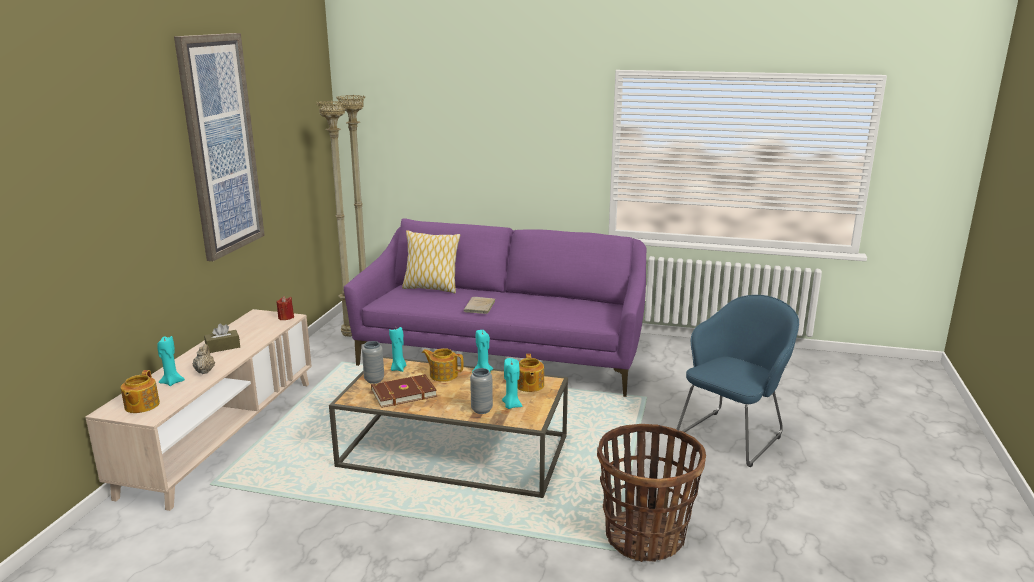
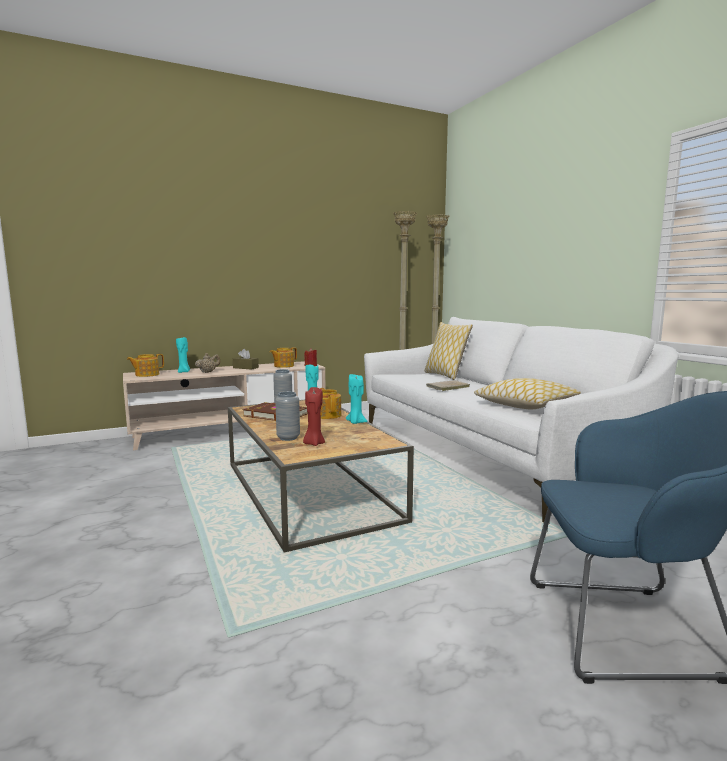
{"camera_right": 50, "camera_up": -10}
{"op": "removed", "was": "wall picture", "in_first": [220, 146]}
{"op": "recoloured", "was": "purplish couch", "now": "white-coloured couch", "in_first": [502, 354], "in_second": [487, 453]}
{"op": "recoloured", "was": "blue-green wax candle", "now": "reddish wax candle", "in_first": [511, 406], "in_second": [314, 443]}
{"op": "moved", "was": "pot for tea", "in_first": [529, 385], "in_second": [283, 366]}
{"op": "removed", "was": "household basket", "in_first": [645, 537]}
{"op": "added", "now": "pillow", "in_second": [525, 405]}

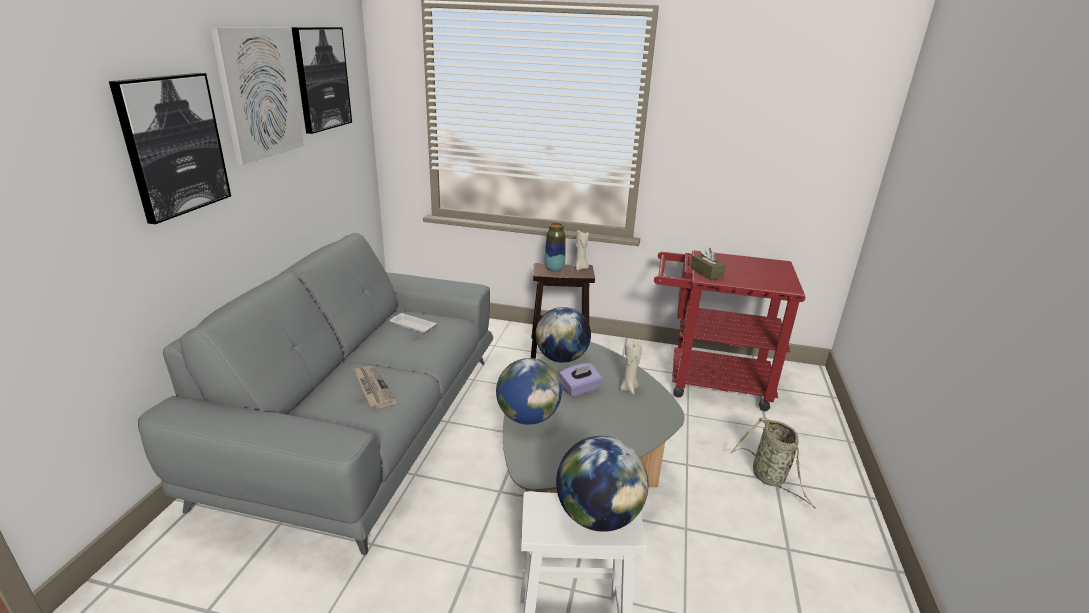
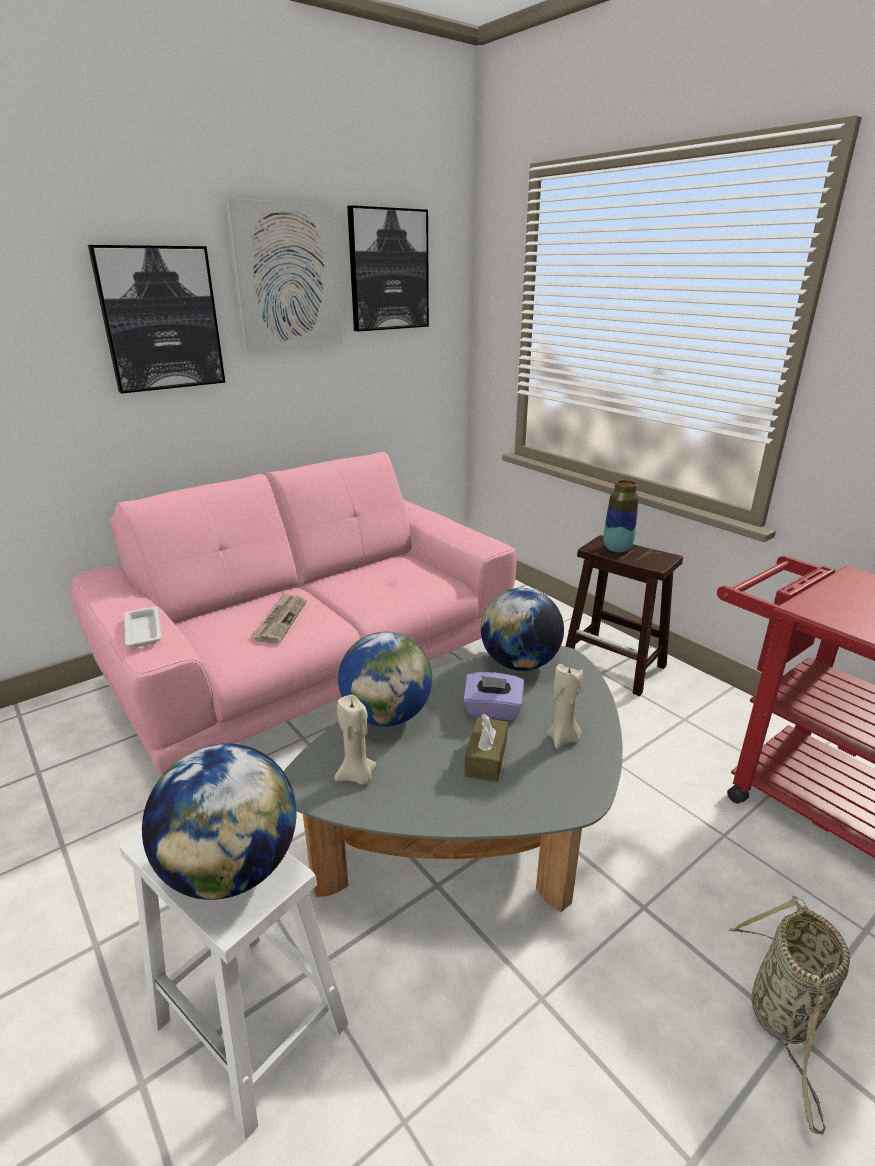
{"camera_right": 40, "camera_up": 0}
{"op": "recoloured", "was": "grey couch", "now": "pink-coloured couch", "in_first": [363, 423], "in_second": [315, 666]}
{"op": "moved", "was": "white-coloured tray", "in_first": [412, 325], "in_second": [143, 630]}
{"op": "moved", "was": "beige wax candle", "in_first": [580, 268], "in_second": [357, 776]}
{"op": "moved", "was": "brown-coloured tissue holder", "in_first": [706, 272], "in_second": [486, 758]}

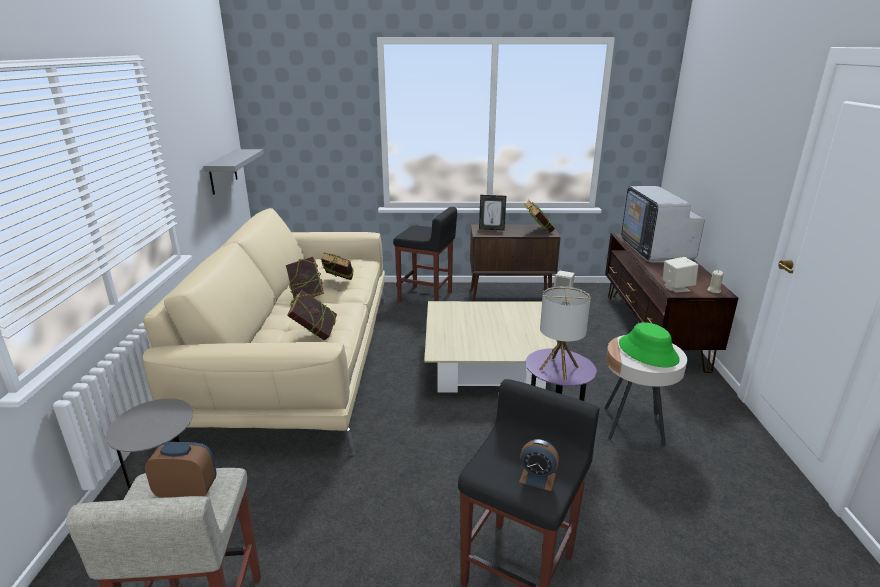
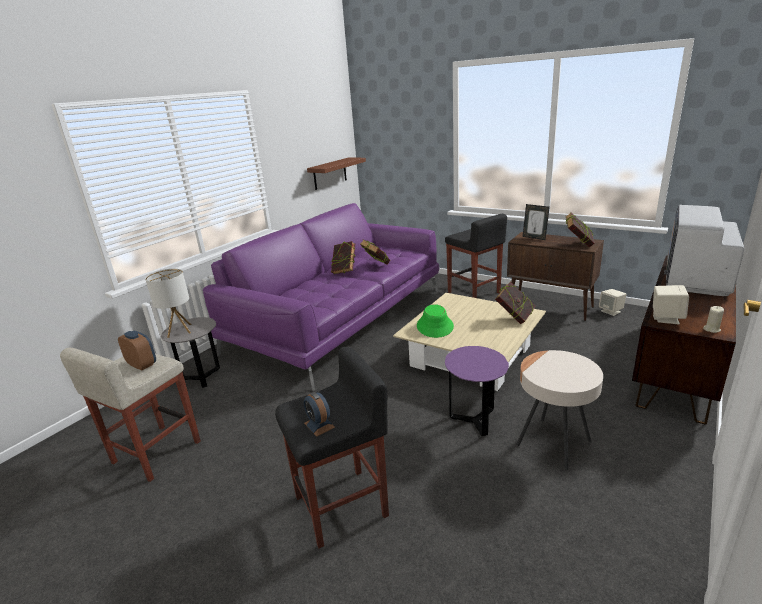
{"camera_right": 35, "camera_up": 0}
{"op": "recoloured", "was": "beige couch", "now": "purplish couch", "in_first": [300, 359], "in_second": [340, 319]}
{"op": "recoloured", "was": "grey wall shelf", "now": "brown-coloured wall shelf", "in_first": [223, 171], "in_second": [330, 173]}
{"op": "moved", "was": "bound book", "in_first": [315, 334], "in_second": [514, 318]}
{"op": "moved", "was": "tabletop lamp", "in_first": [559, 368], "in_second": [179, 330]}
{"op": "moved", "was": "greenish hat", "in_first": [648, 351], "in_second": [435, 326]}

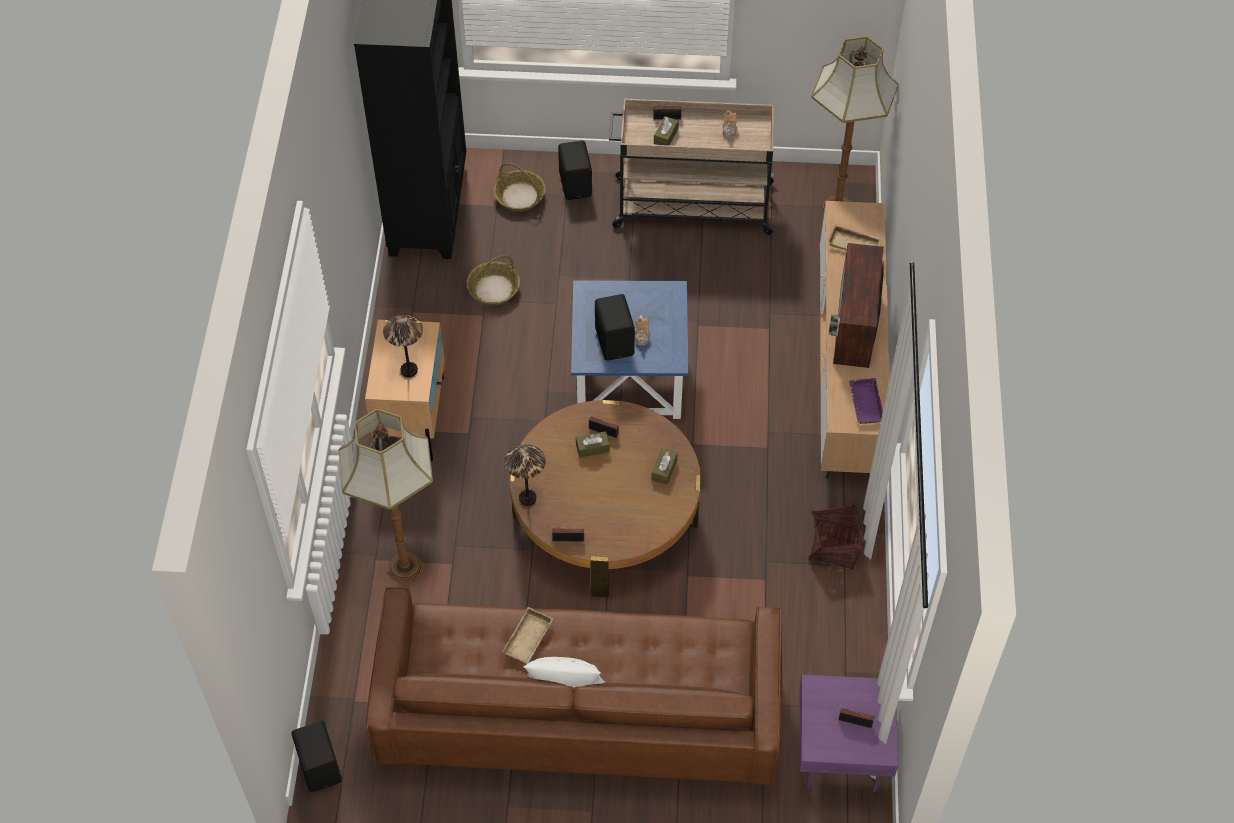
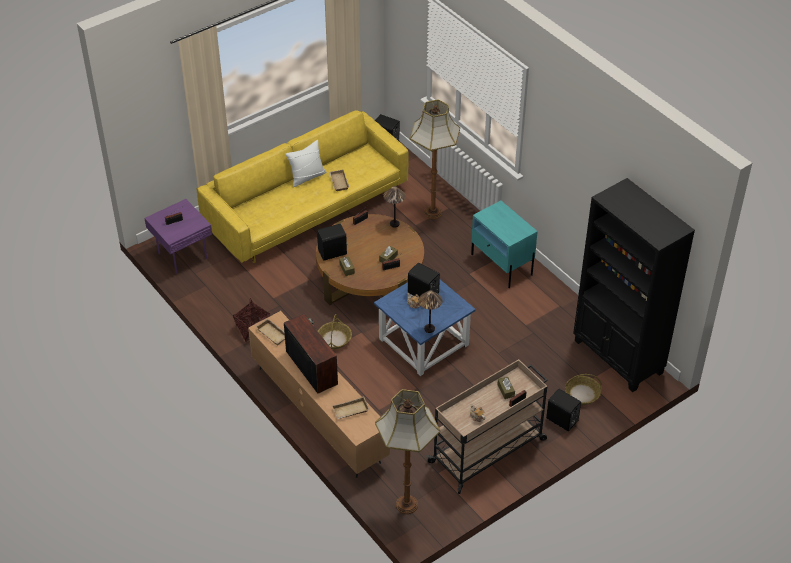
{"camera_right": 140, "camera_up": -10}
{"op": "recoloured", "was": "beige bedside table", "now": "blue-green bedside table", "in_first": [412, 416], "in_second": [501, 265]}
{"op": "recoloured", "was": "brown-coloured couch", "now": "yellow-coloured couch", "in_first": [579, 712], "in_second": [306, 209]}
{"op": "moved", "was": "tabletop lamp", "in_first": [409, 371], "in_second": [429, 329]}
{"op": "moved", "was": "household basket", "in_first": [494, 289], "in_second": [334, 339]}
{"op": "recoloured", "was": "purplish tray", "now": "beige tray", "in_first": [864, 403], "in_second": [273, 333]}
{"op": "added", "now": "blackish audio speaker", "in_second": [333, 253]}

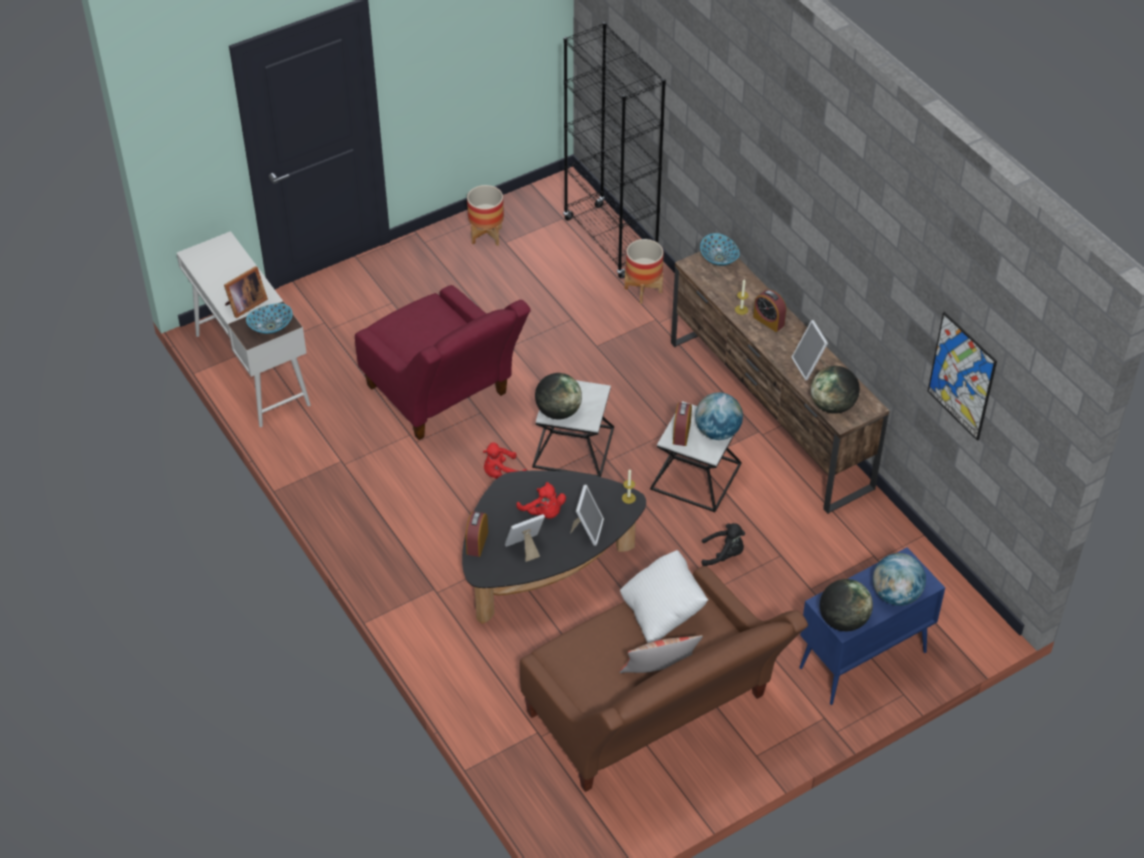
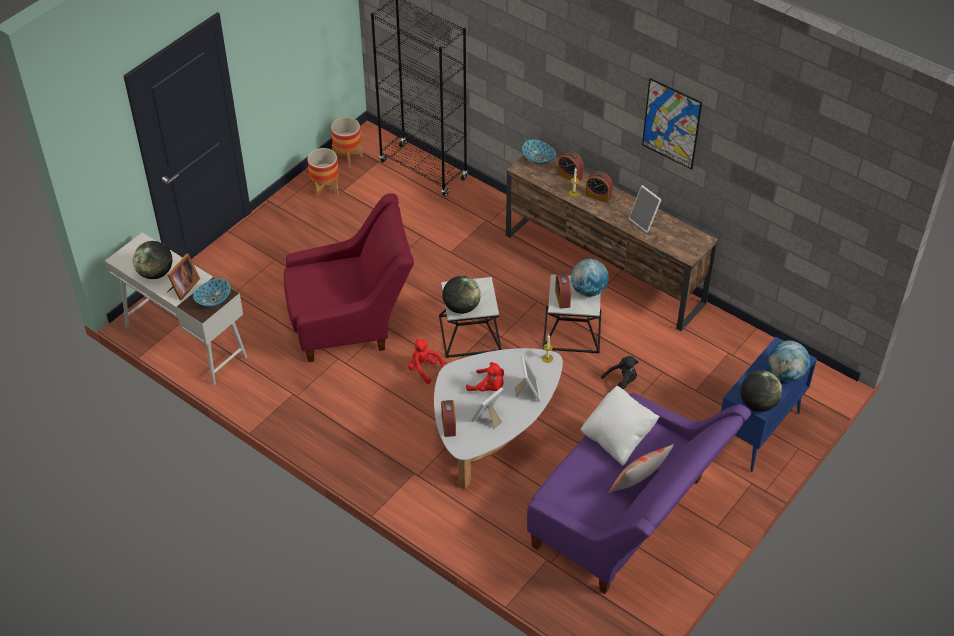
{"camera_right": -20, "camera_up": 0}
{"op": "turned", "was": "reddish lounge chair", "in_first": [443, 397], "in_second": [351, 322], "clockwise": -45}
{"op": "recoloured", "was": "blackish coffee table", "now": "white-coloured coffee table", "in_first": [546, 568], "in_second": [493, 431]}
{"op": "turned", "was": "reddish plush toy", "in_first": [501, 474], "in_second": [424, 369], "clockwise": 90}
{"op": "recoloured", "was": "brown-coloured couch", "now": "purplish couch", "in_first": [654, 715], "in_second": [628, 519]}
{"op": "moved", "was": "flower pot", "in_first": [643, 290], "in_second": [348, 157]}
{"op": "moved", "was": "globe", "in_first": [832, 406], "in_second": [155, 273]}
{"op": "moved", "was": "wall picture", "in_first": [961, 376], "in_second": [671, 123]}
{"op": "added", "now": "table clock", "in_second": [570, 176]}

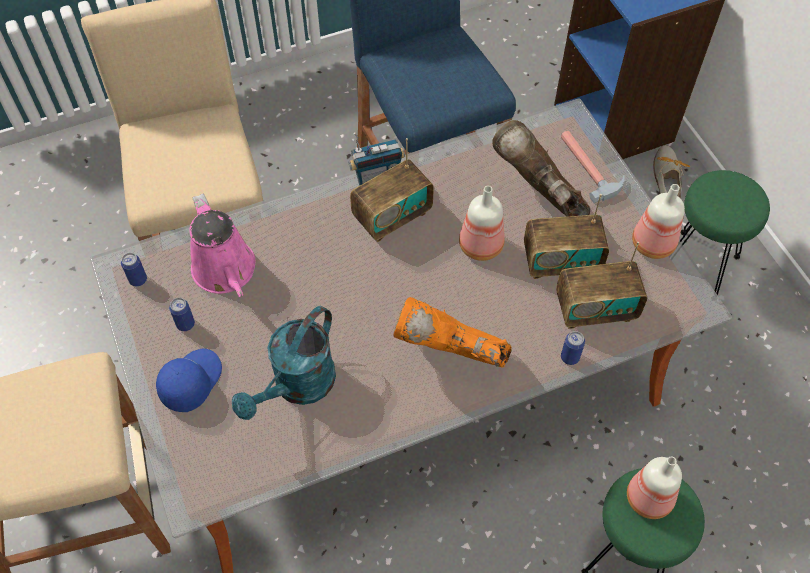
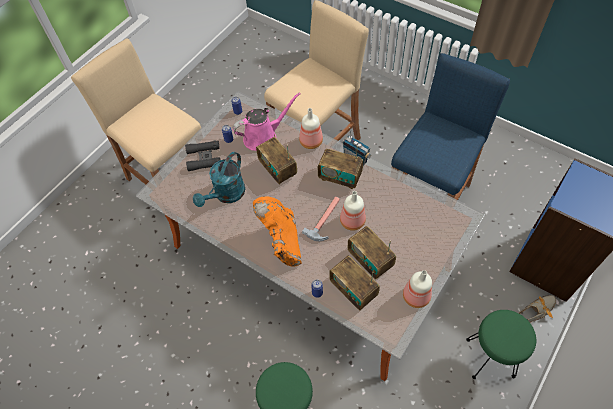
{"camera_right": 60, "camera_up": 0}
{"op": "replaced", "was": "bluish peaked cap", "now": "blackish field glasses", "in_first": [190, 381], "in_second": [204, 158]}
{"op": "turned", "was": "pink-coloured sprinkling can", "in_first": [226, 272], "in_second": [263, 137], "clockwise": -150}
{"op": "turned", "was": "blue-green sprinkling can", "in_first": [297, 387], "in_second": [226, 195], "clockwise": -60}
{"op": "removed", "was": "brown-coloured tall boot", "in_first": [538, 196]}
{"op": "moved", "was": "tool hammer", "in_first": [589, 166], "in_second": [326, 220]}
{"op": "moved", "was": "beverage bottle", "in_first": [650, 499], "in_second": [311, 142]}
{"op": "added", "now": "radio set", "in_second": [278, 169]}

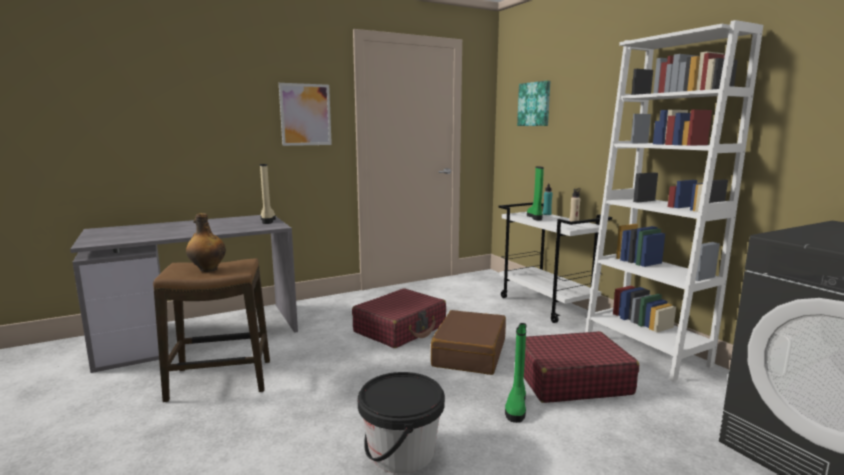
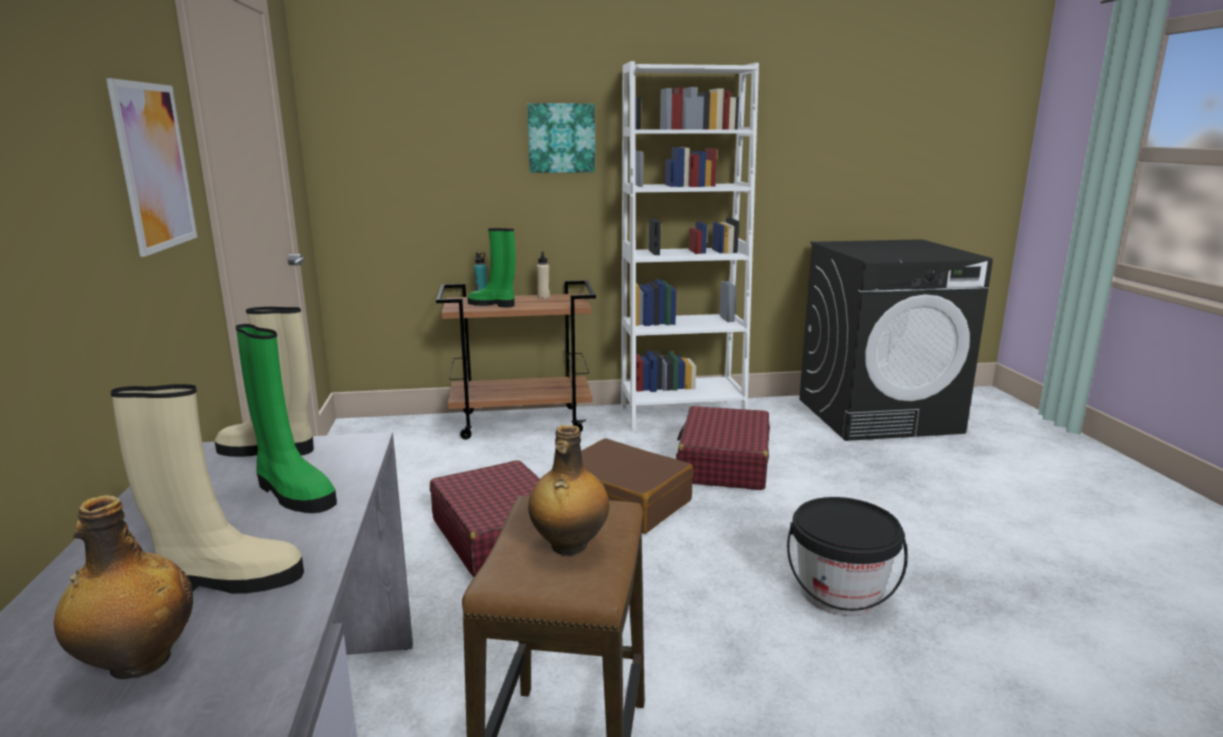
{"camera_right": -70, "camera_up": 5}
{"op": "recoloured", "was": "white-coloured cart", "now": "brown-coloured cart", "in_first": [546, 305], "in_second": [522, 422]}
{"op": "moved", "was": "greenish tall boot", "in_first": [516, 406], "in_second": [293, 493]}
{"op": "moved", "was": "wall picture", "in_first": [534, 104], "in_second": [561, 138]}
{"op": "added", "now": "beverage bottle", "in_second": [138, 663]}
{"op": "added", "now": "beige tall boot", "in_second": [227, 580]}

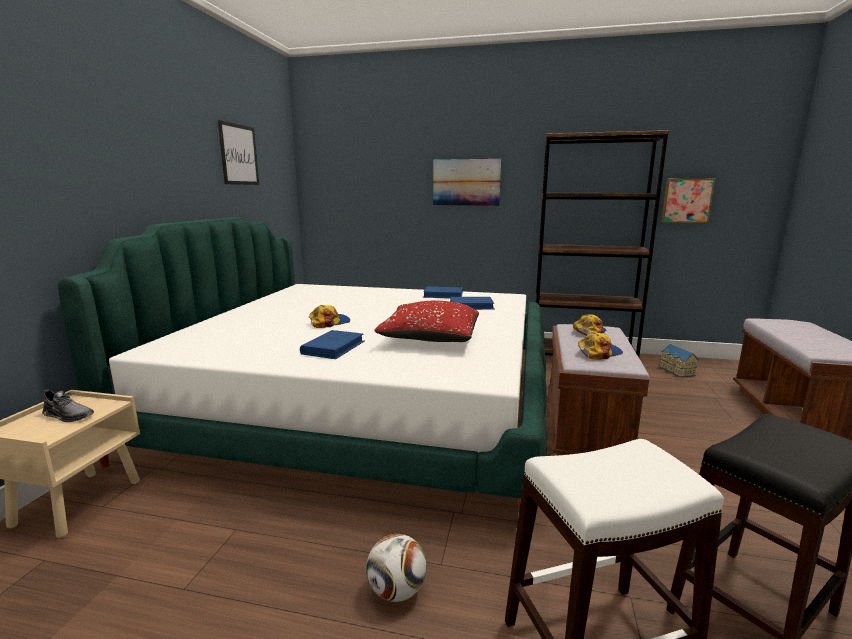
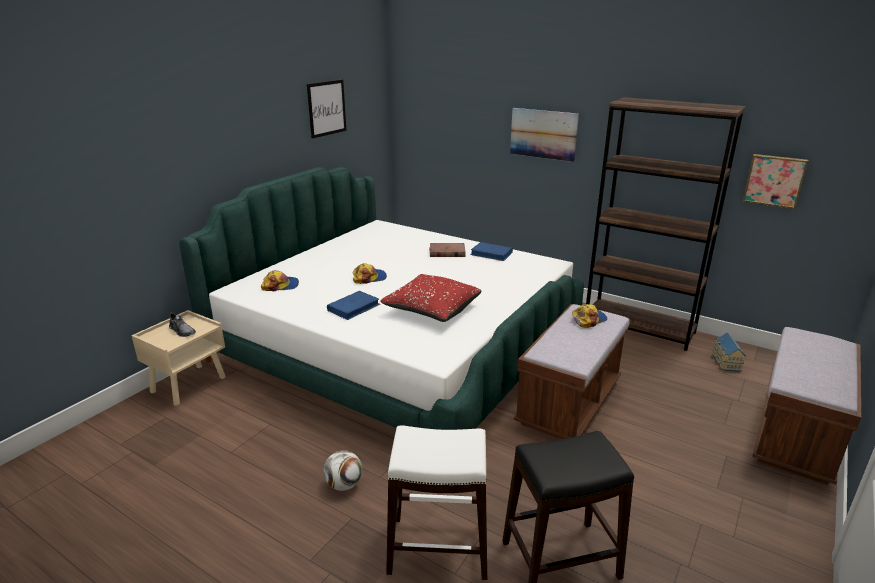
{"camera_right": 20, "camera_up": 10}
{"op": "removed", "was": "bluish bound book", "in_first": [471, 306]}
{"op": "moved", "was": "peaked cap", "in_first": [599, 352], "in_second": [280, 285]}
{"op": "added", "now": "brown-coloured bound book", "in_second": [446, 252]}

